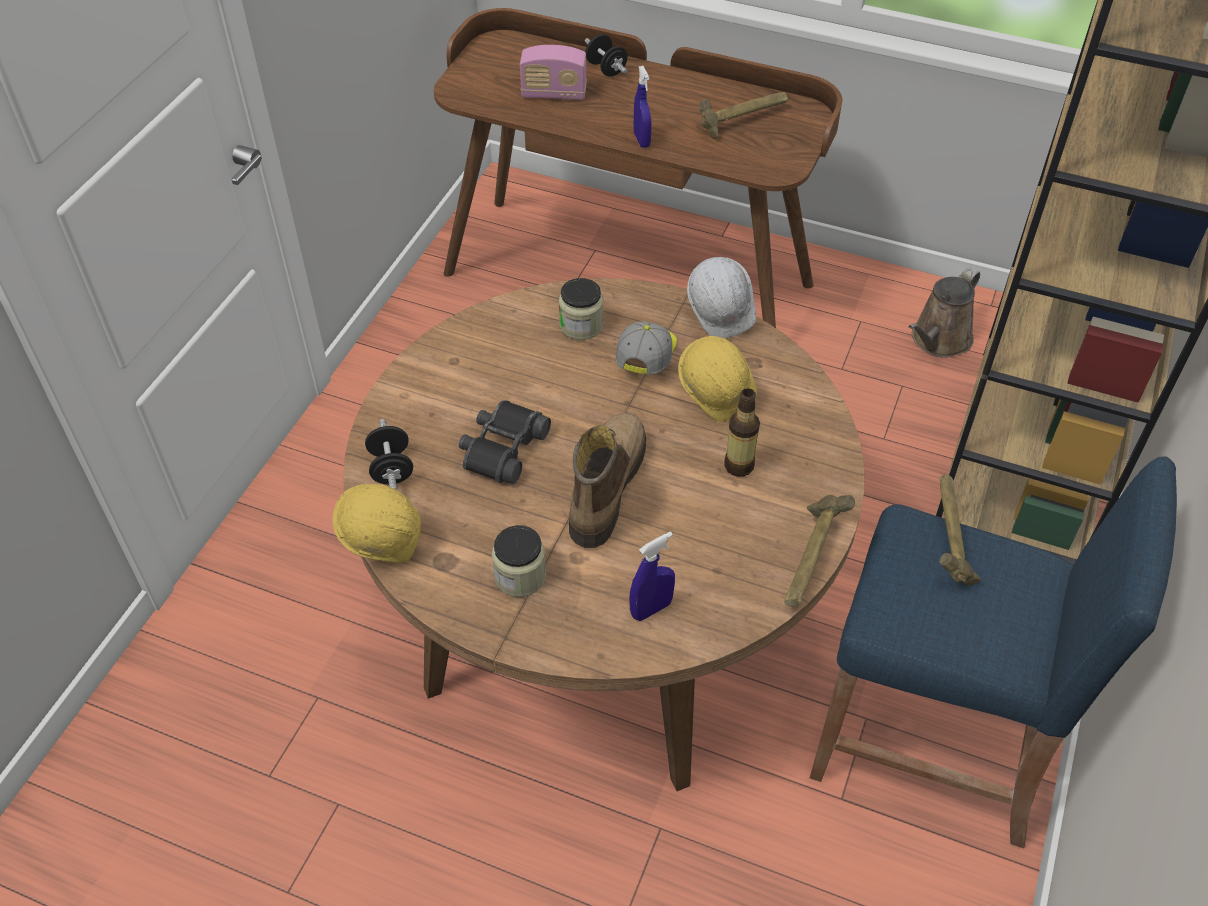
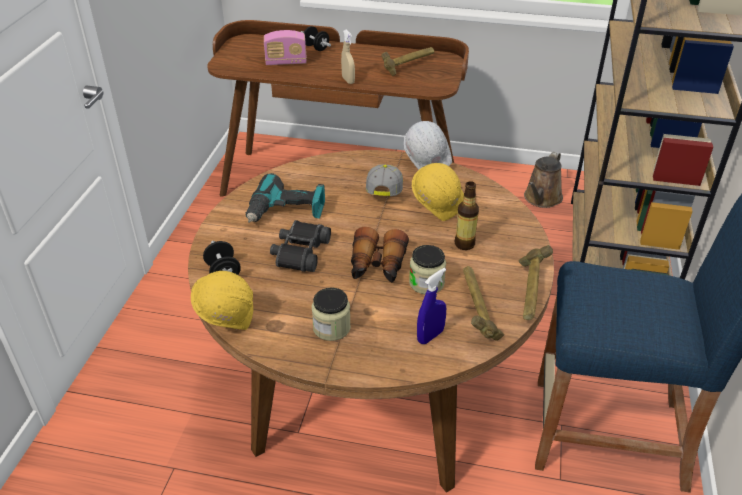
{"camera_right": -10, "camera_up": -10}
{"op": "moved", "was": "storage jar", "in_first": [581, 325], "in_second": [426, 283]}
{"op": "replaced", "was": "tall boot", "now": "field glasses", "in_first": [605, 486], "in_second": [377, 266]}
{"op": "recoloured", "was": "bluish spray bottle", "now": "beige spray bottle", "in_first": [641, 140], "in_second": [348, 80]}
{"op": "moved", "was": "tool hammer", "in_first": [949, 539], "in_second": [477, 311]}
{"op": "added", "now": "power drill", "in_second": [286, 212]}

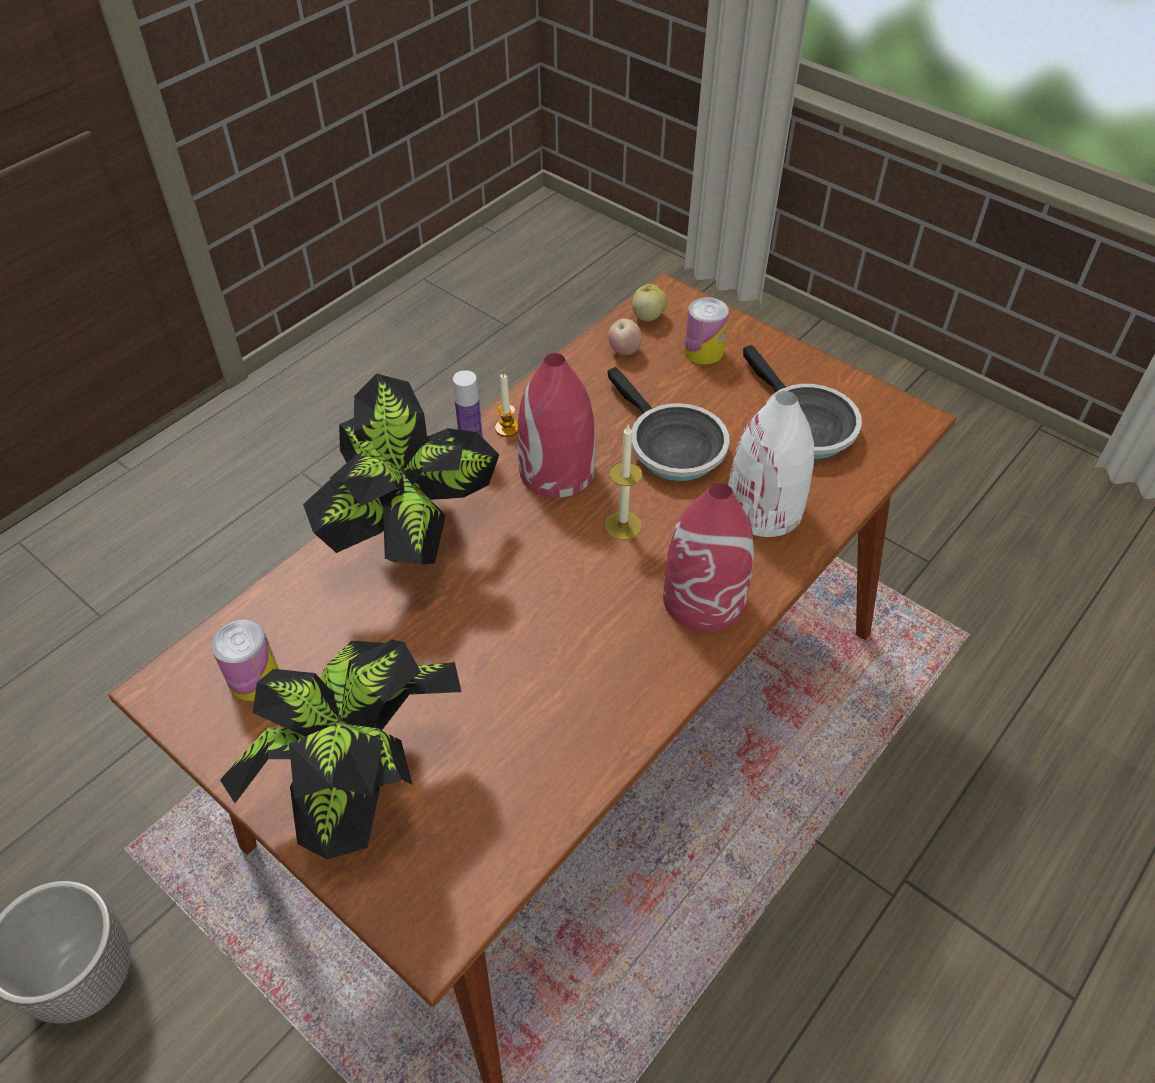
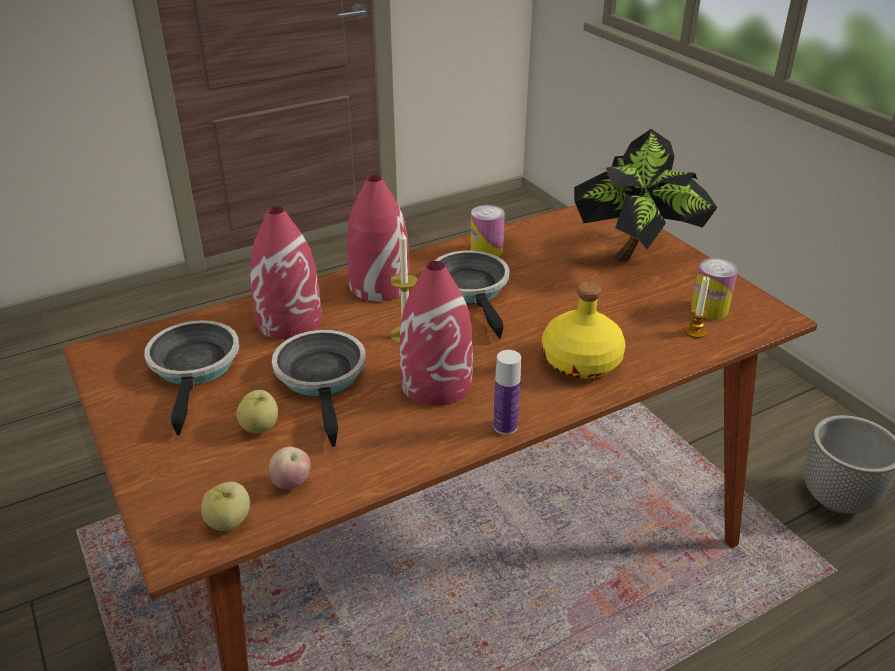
{"camera_right": -160, "camera_up": -15}
{"op": "replaced", "was": "plant in a pot", "now": "yellow-coloured beverage bottle", "in_first": [413, 539], "in_second": [580, 362]}
{"op": "moved", "was": "wax candle", "in_first": [507, 428], "in_second": [695, 331]}
{"op": "moved", "was": "sealed can", "in_first": [703, 351], "in_second": [486, 251]}
{"op": "recoloured", "was": "white-coloured vase", "now": "reddish vase", "in_first": [764, 509], "in_second": [290, 321]}
{"op": "added", "now": "whole apple", "in_second": [260, 427]}
{"op": "added", "now": "skillet", "in_second": [472, 290]}

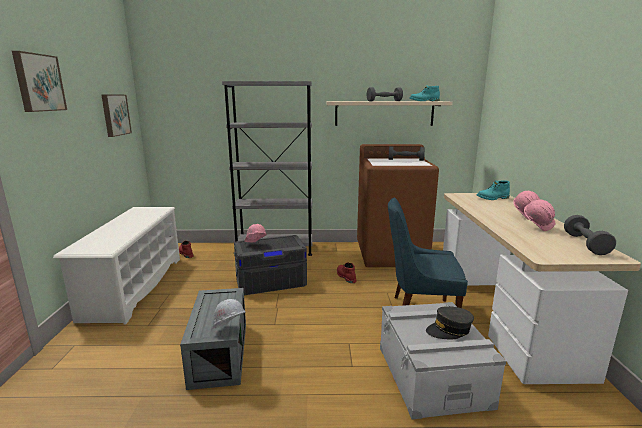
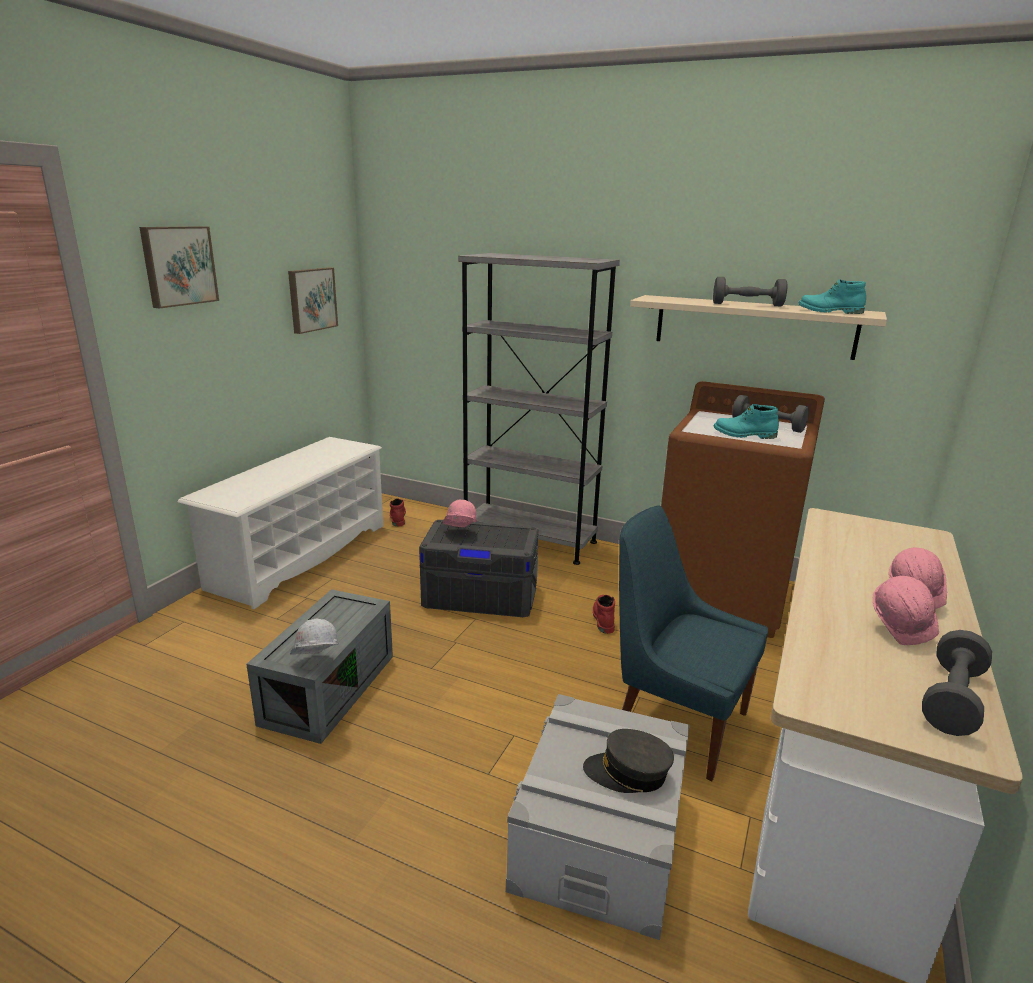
{"camera_right": 25, "camera_up": 5}
{"op": "moved", "was": "blue-green tall boot", "in_first": [493, 198], "in_second": [744, 435]}

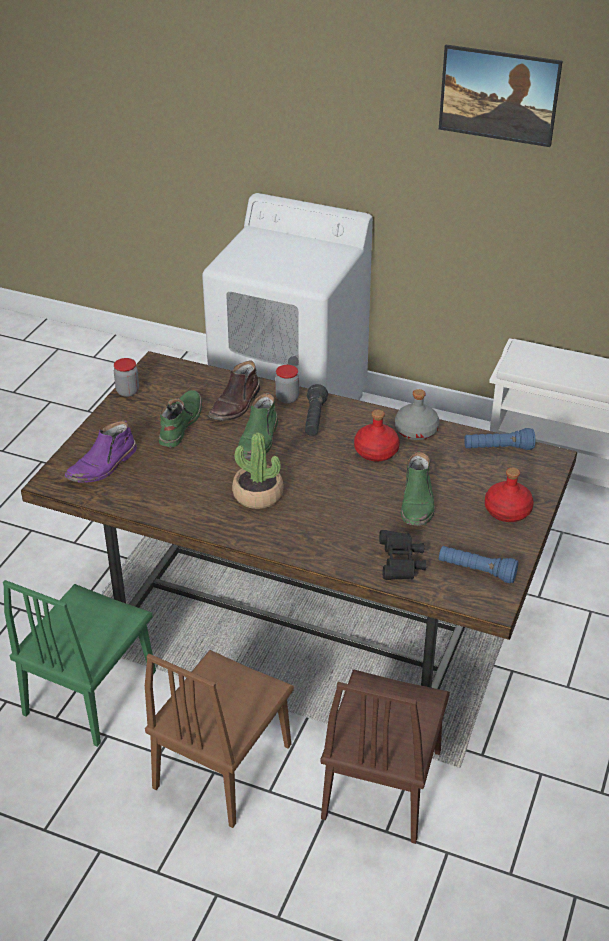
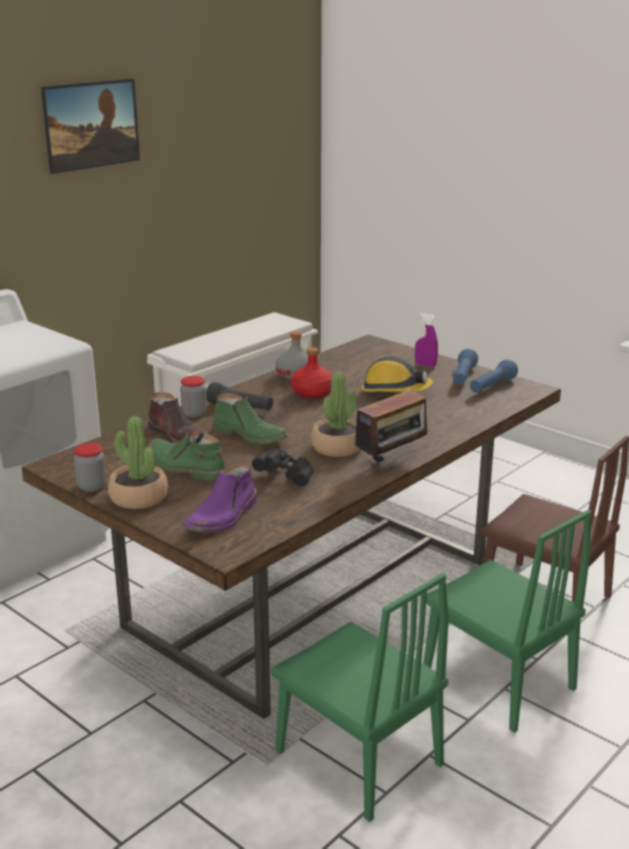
{"camera_right": -70, "camera_up": -15}
{"op": "turned", "was": "purplish tall boot", "in_first": [103, 466], "in_second": [223, 517], "clockwise": 60}
{"op": "recoloured", "was": "brown-coloured chair", "now": "greenish chair", "in_first": [223, 765], "in_second": [498, 680]}
{"op": "moved", "was": "blackish field glasses", "in_first": [401, 564], "in_second": [286, 476]}
{"op": "replaced", "was": "greenish tall boot", "now": "hard hat", "in_first": [417, 503], "in_second": [395, 390]}
{"op": "moved", "was": "bluish flashlight", "in_first": [498, 448], "in_second": [463, 377]}
{"op": "replaced", "was": "reddish beverage bottle", "now": "purplish spray bottle", "in_first": [508, 511], "in_second": [425, 365]}
{"op": "added", "now": "plant in a pot", "in_second": [138, 498]}
{"op": "added", "now": "radio set", "in_second": [392, 460]}

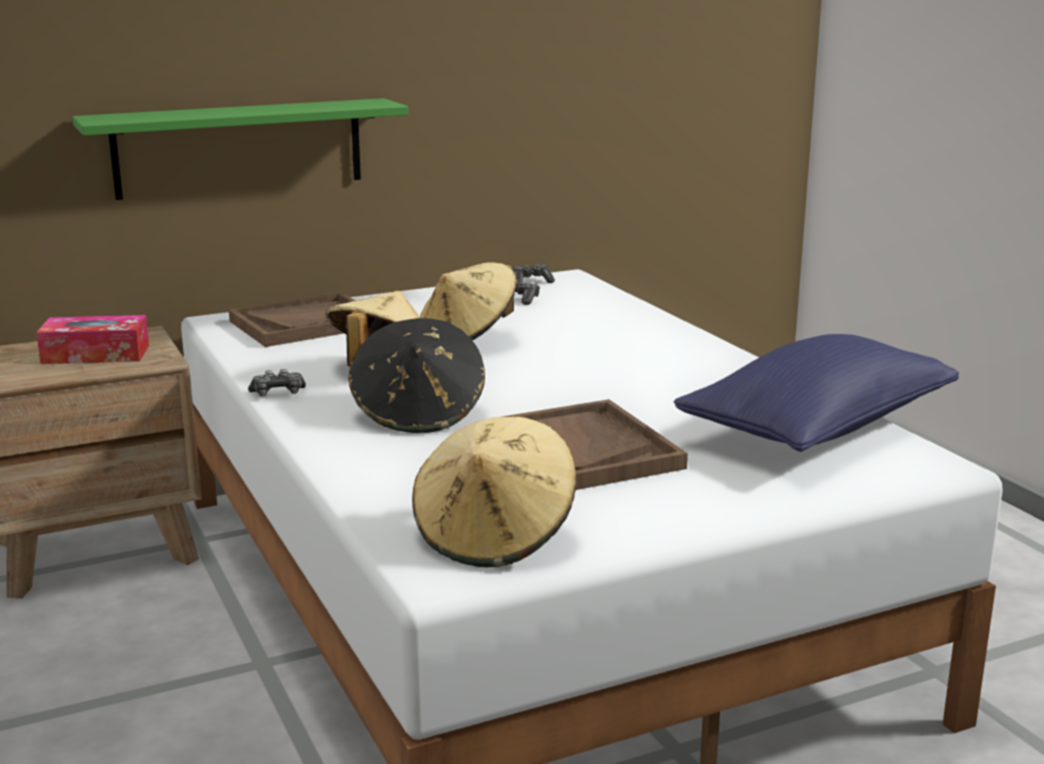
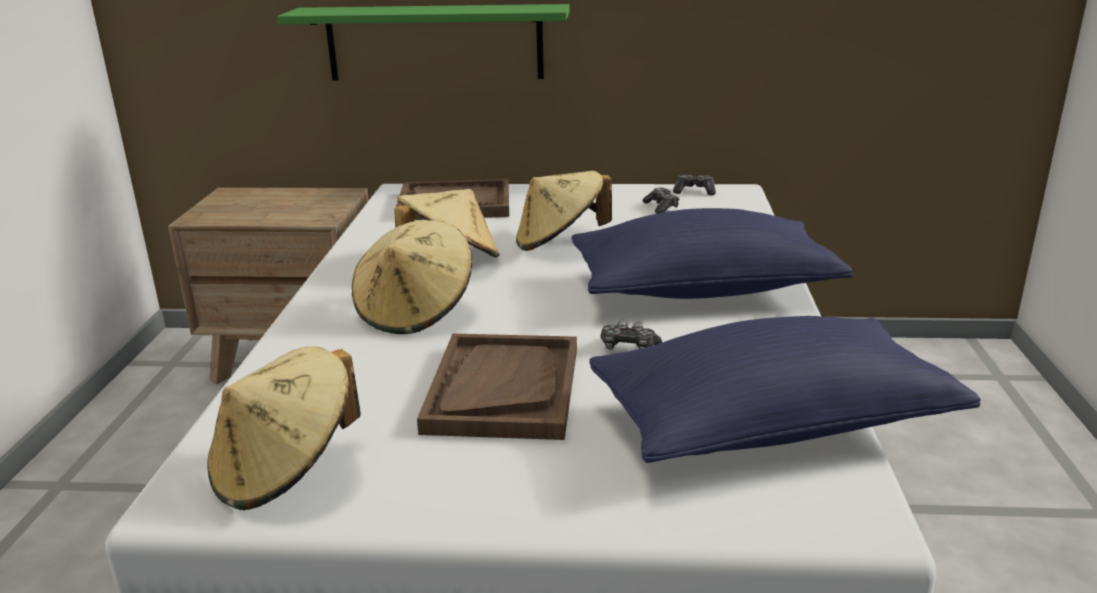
{"camera_right": 30, "camera_up": 5}
{"op": "removed", "was": "tissue holder", "in_first": [96, 354]}
{"op": "moved", "was": "gamepad", "in_first": [278, 393], "in_second": [628, 347]}
{"op": "recoloured", "was": "blackish hat", "now": "beige hat", "in_first": [419, 414], "in_second": [415, 312]}
{"op": "added", "now": "bluish pillow", "in_second": [702, 289]}

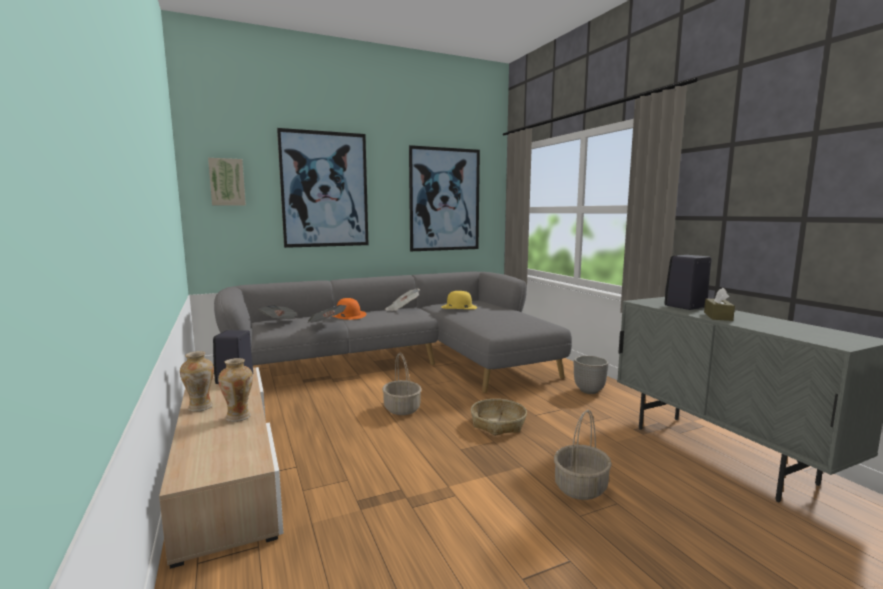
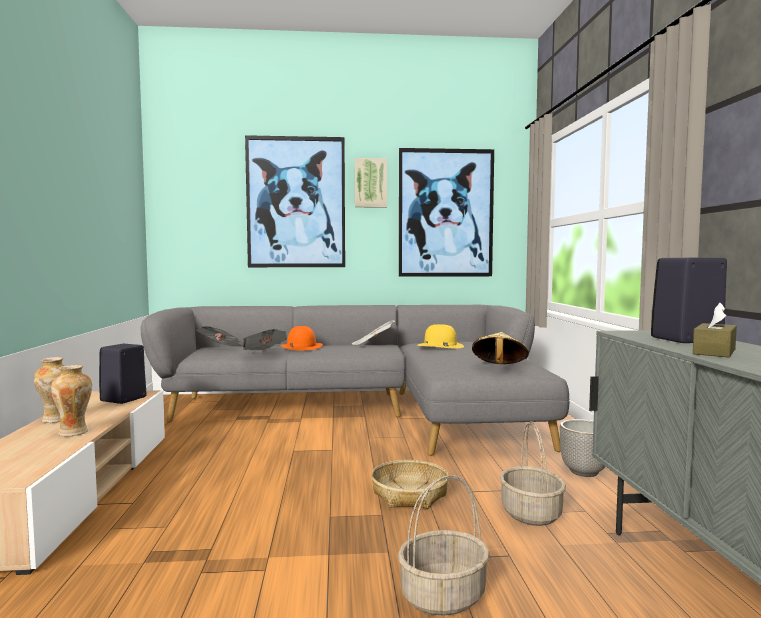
{"camera_right": 20, "camera_up": -5}
{"op": "moved", "was": "wall picture", "in_first": [227, 182], "in_second": [370, 183]}
{"op": "moved", "was": "household basket", "in_first": [402, 409], "in_second": [532, 514]}
{"op": "added", "now": "beige hat", "in_second": [499, 367]}

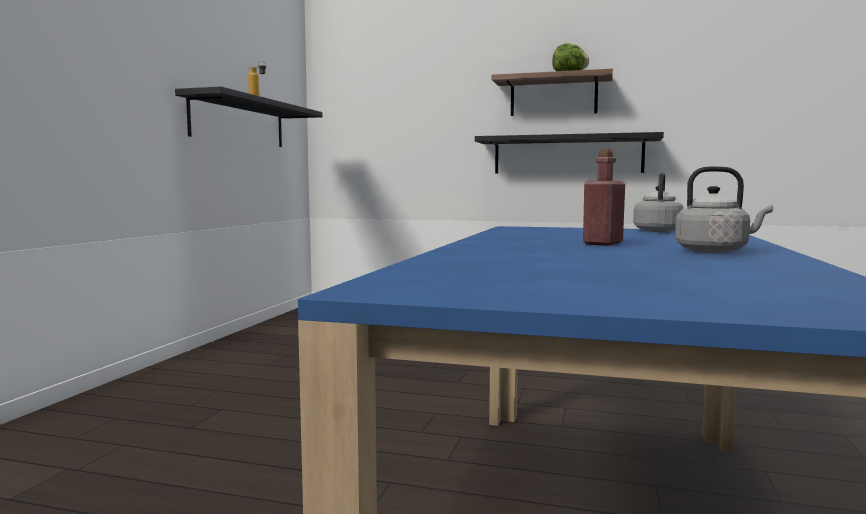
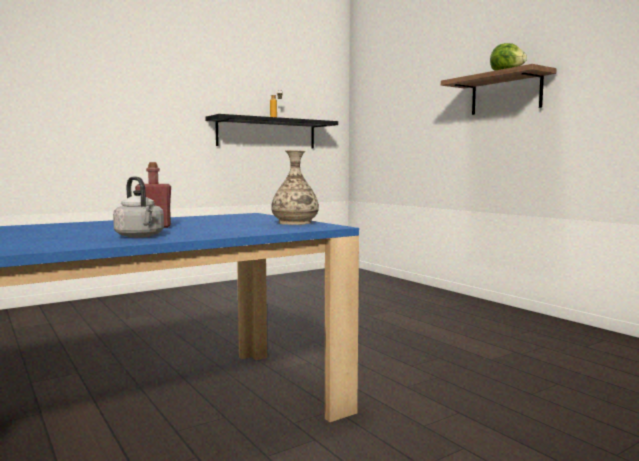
{"camera_right": 40, "camera_up": 0}
{"op": "removed", "was": "blackish wall shelf", "in_first": [567, 155]}
{"op": "replaced", "was": "grey kettle", "now": "vase", "in_first": [657, 231], "in_second": [295, 223]}

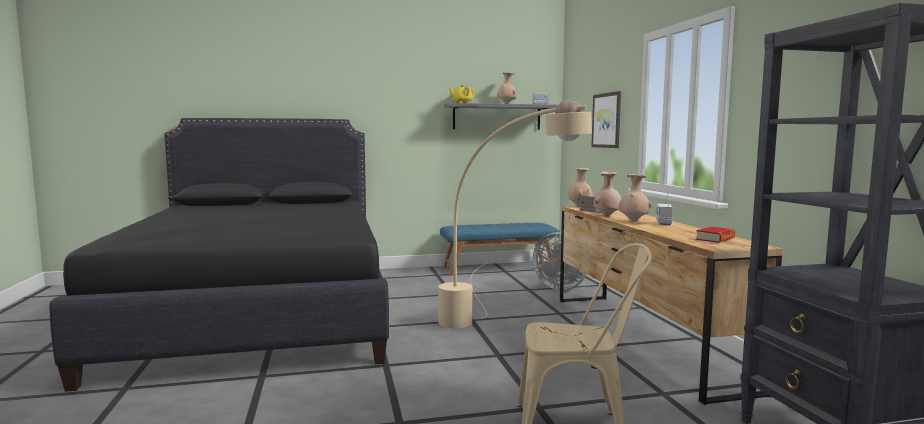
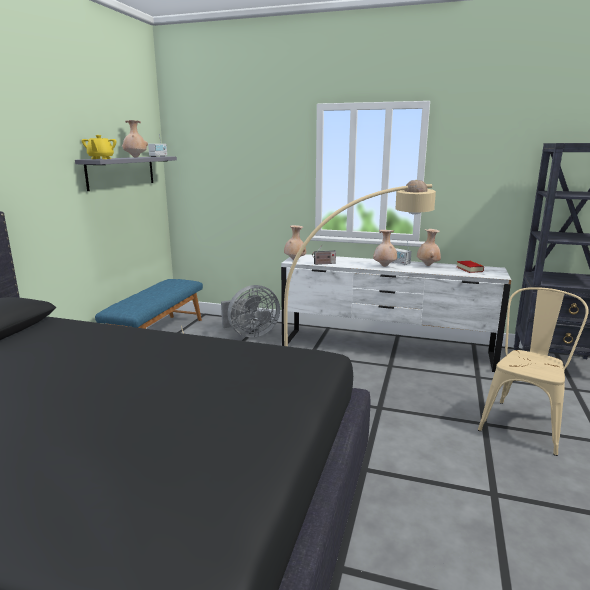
{"camera_right": -60, "camera_up": 10}
{"op": "recoloured", "was": "brown-coloured chest of drawers", "now": "white-coloured chest of drawers", "in_first": [640, 338], "in_second": [385, 349]}
{"op": "removed", "was": "wall picture", "in_first": [607, 120]}
{"op": "moved", "was": "beige vase", "in_first": [607, 216], "in_second": [428, 265]}

